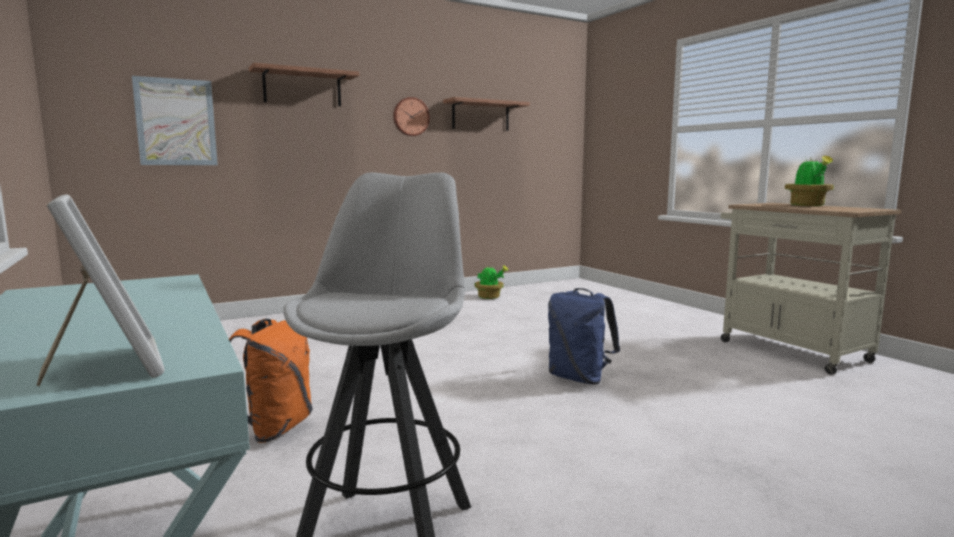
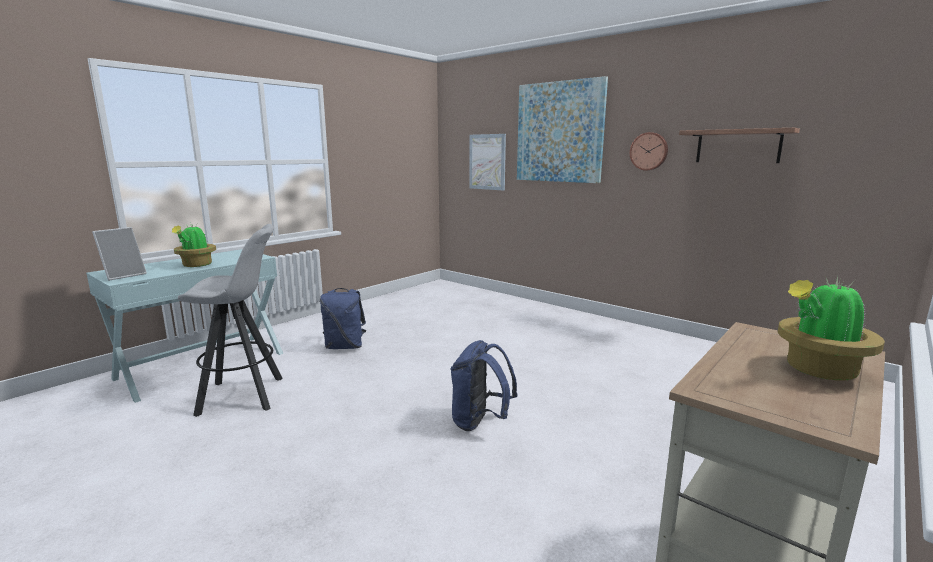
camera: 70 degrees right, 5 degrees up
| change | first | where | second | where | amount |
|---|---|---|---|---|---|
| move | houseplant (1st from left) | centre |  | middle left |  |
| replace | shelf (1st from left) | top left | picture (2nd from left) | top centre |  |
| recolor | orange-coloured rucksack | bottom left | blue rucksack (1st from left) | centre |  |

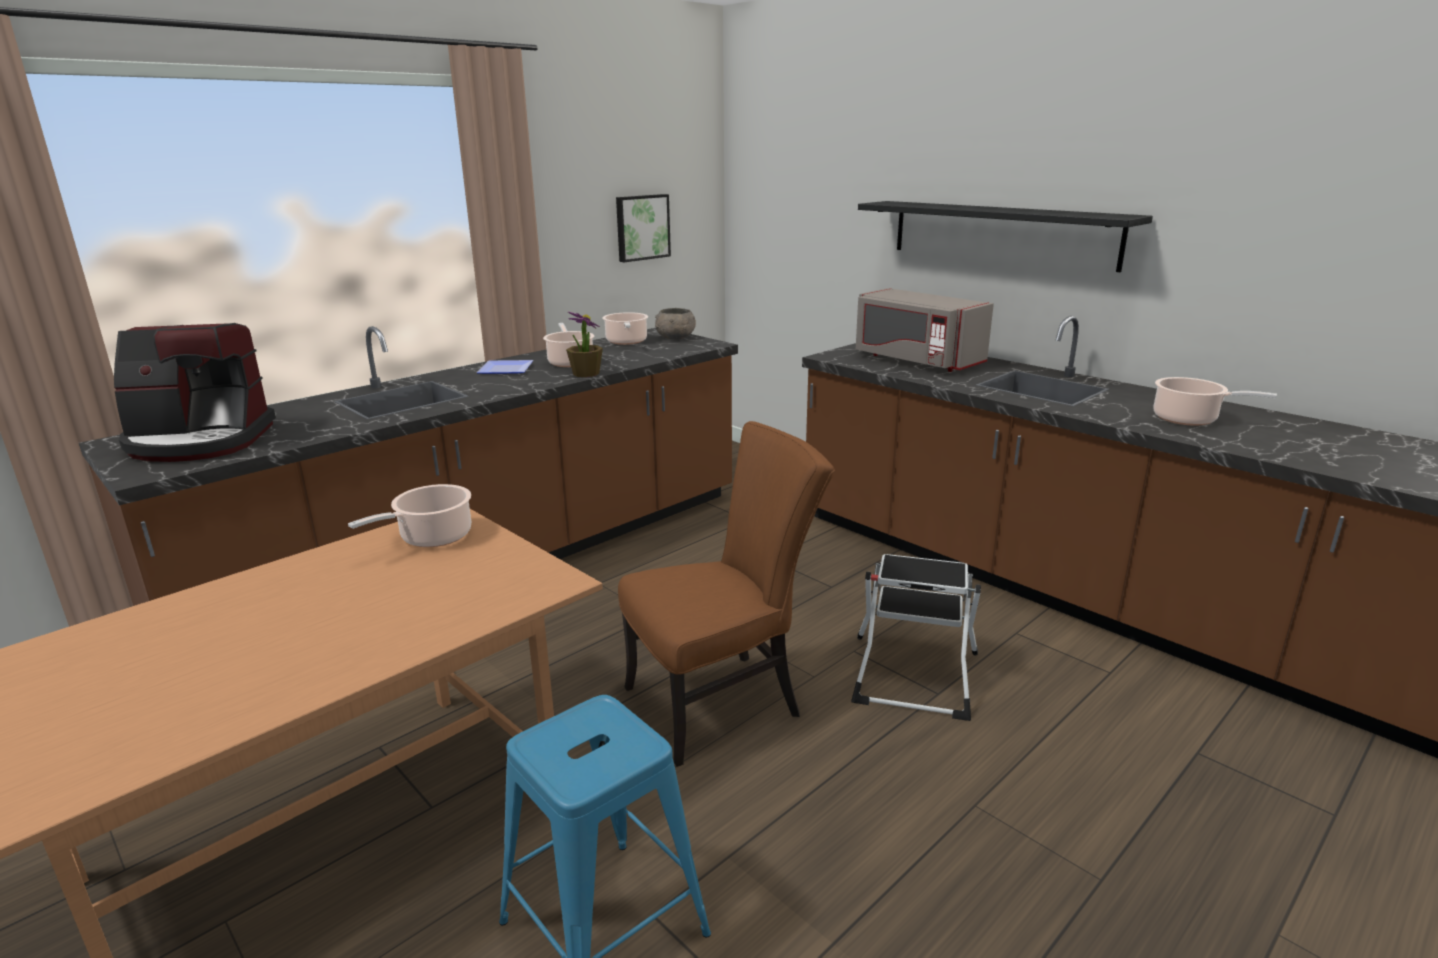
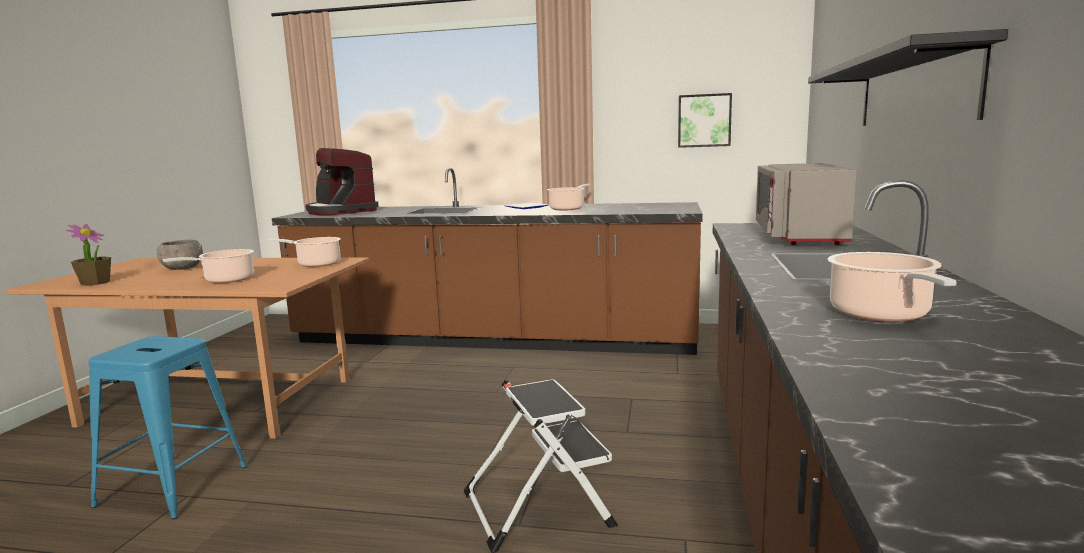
camera: 55 degrees right, 10 degrees down
| change | first | where | second | where | amount |
|---|---|---|---|---|---|
| delete | brownish plain chair | centre |  |  |  |
| move | houseplant | centre |  | middle left |  |
| move | cooking pot (3rd from left in the first image) | centre | cooking pot (1st from left) | middle left |  |
| move | grey serving bowl | centre |  | middle left |  |

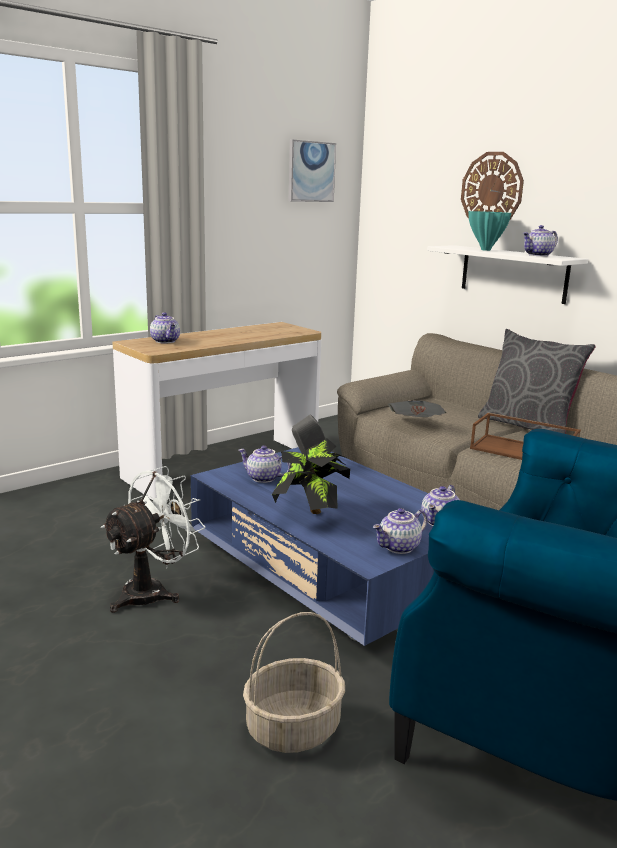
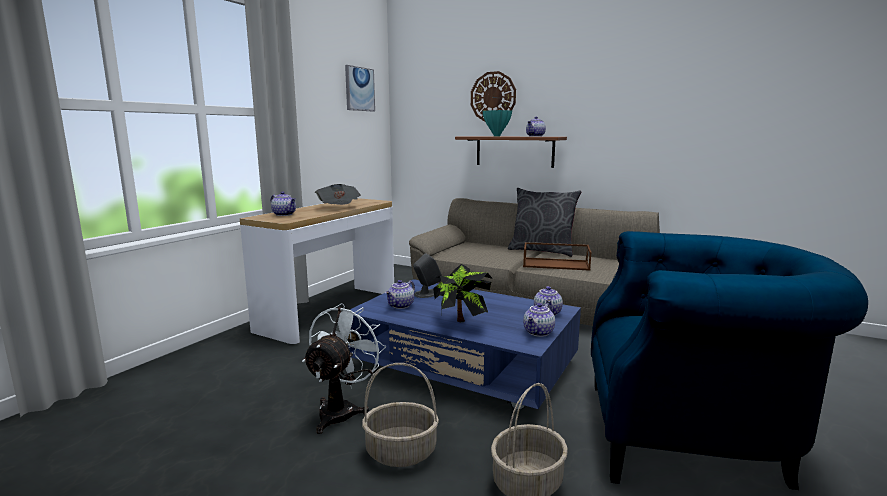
camera: 20 degrees left, 5 degrees down
| change | first | where | second | where | amount |
|---|---|---|---|---|---|
| insert |  |  | basket (1st from left) | bottom centre |  |
| move | newspaper | middle right |  | centre |  |
| recolor | white-coloured shelf | top right | brownish shelf | top centre |  |
| rotate | tea pot (2nd from left) | centre |  | centre | 60 degrees counterclockwise |

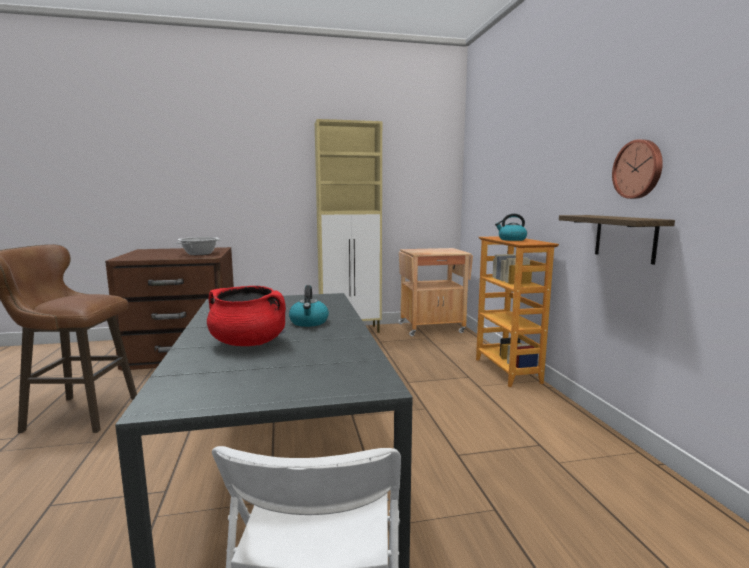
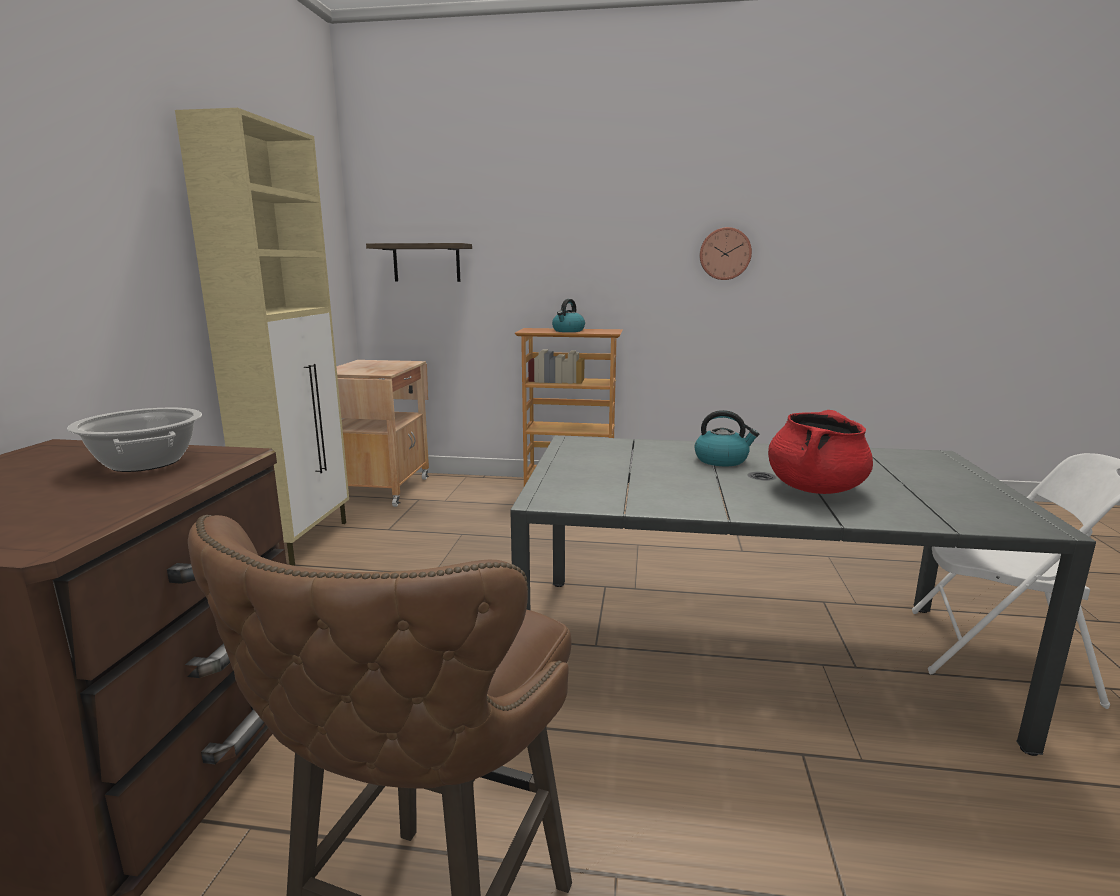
camera: 70 degrees left, 5 degrees up
| change | first | where | second | where | amount |
|---|---|---|---|---|---|
| move | shelf | middle right |  | top centre |  |

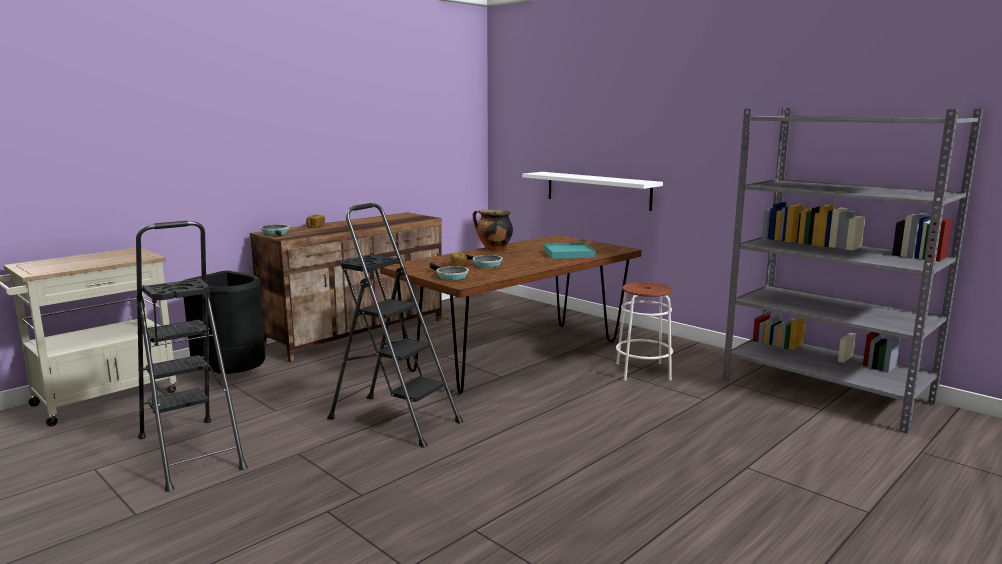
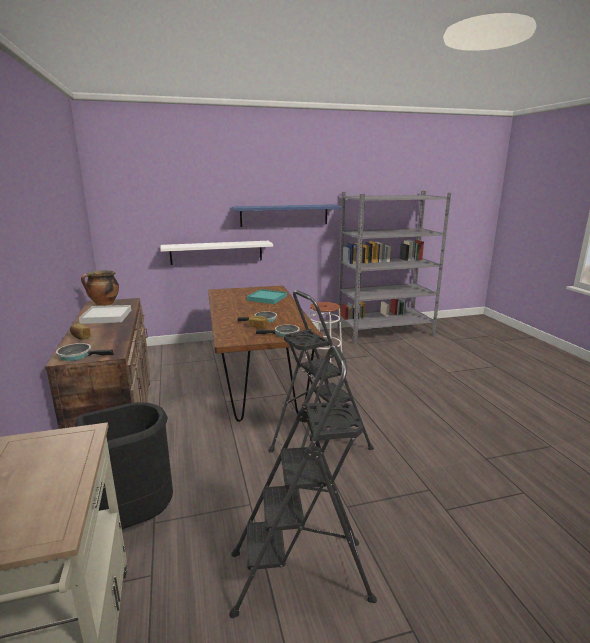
camera: 60 degrees left, 5 degrees up
| change | first | where | second | where | amount |
|---|---|---|---|---|---|
| insert |  |  | white-coloured serving tray | middle left |  |
| insert |  |  | blue shelf | centre |  |
| move | cooking pot | centre |  | middle left |  |

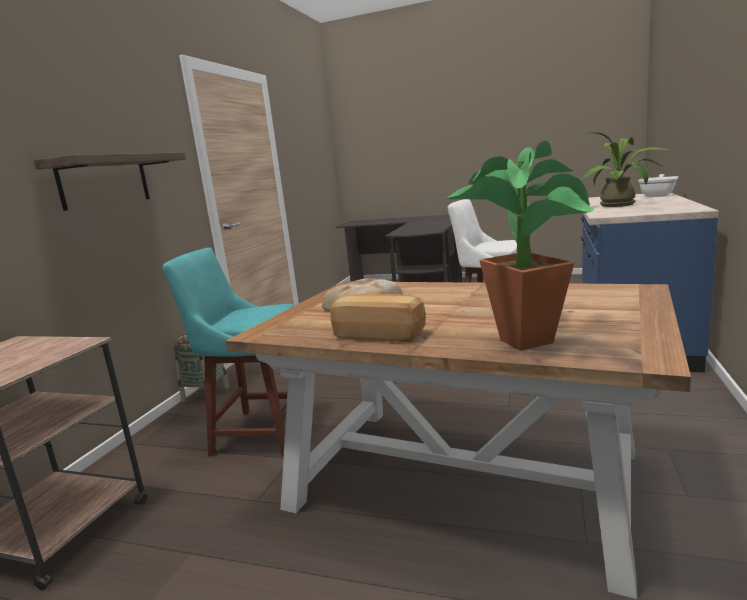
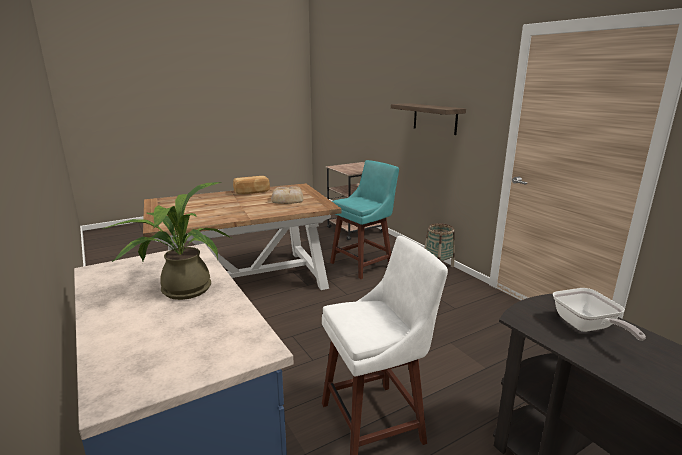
camera: 130 degrees right, 5 degrees up
| change | first | where | second | where | amount |
|---|---|---|---|---|---|
| delete | houseplant (1st from left) | middle right |  |  |  |
| move | frying pan | top right |  | bottom right |  |

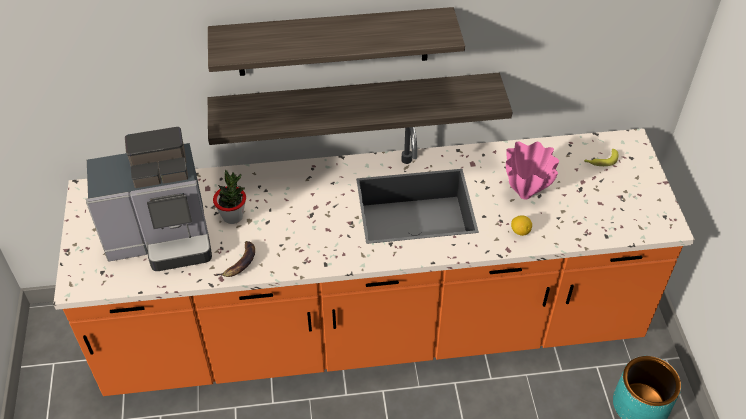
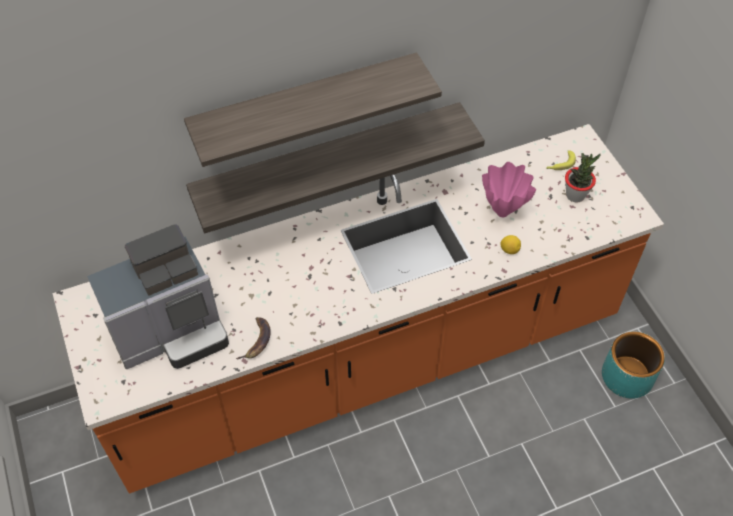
camera: 15 degrees left, 5 degrees up
| change | first | where | second | where | amount |
|---|---|---|---|---|---|
| move | houseplant | middle left |  | middle right |  |

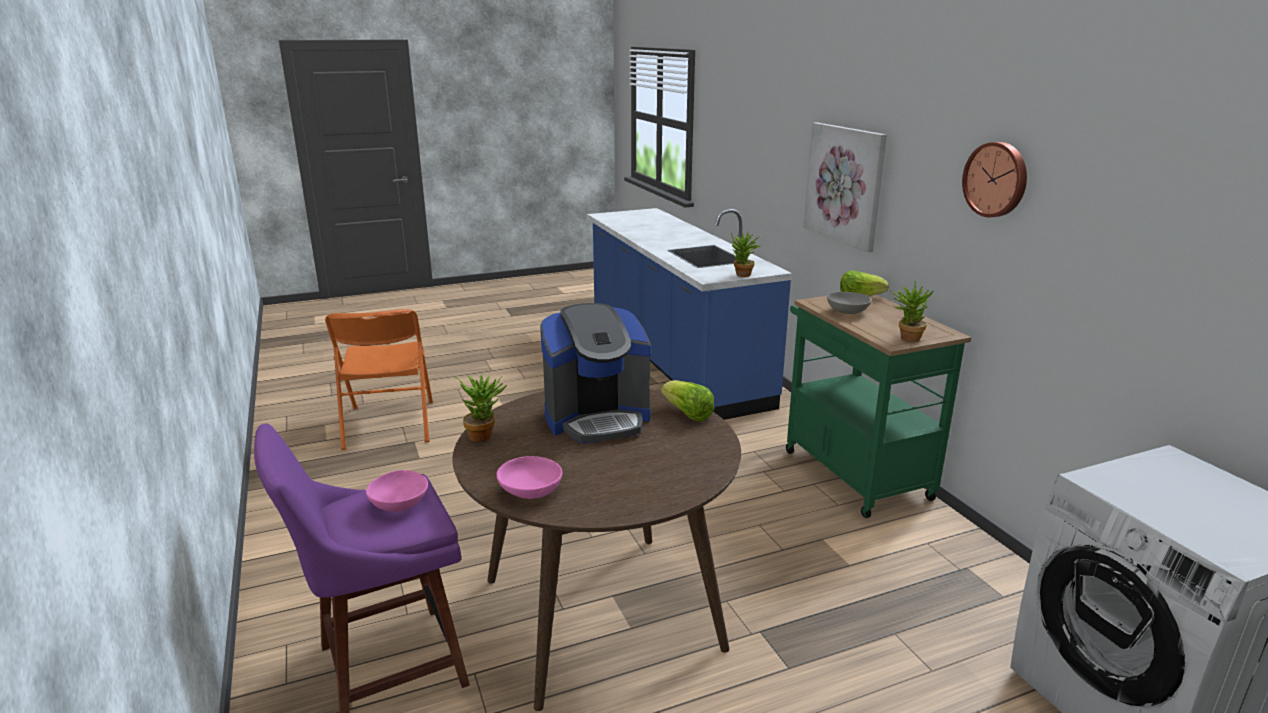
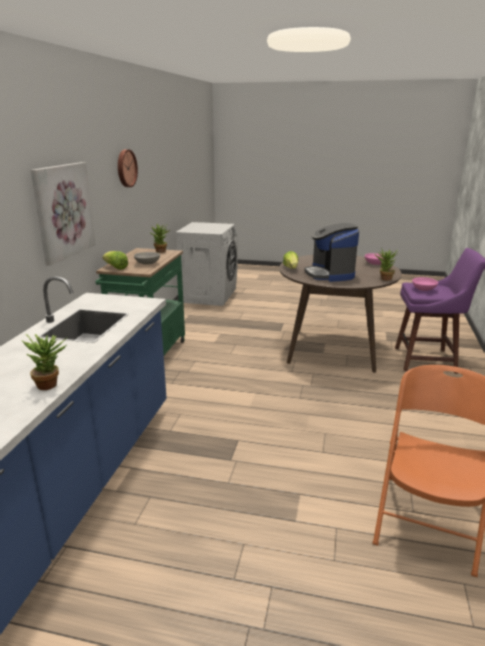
camera: 145 degrees left, 0 degrees up
| change | first | where | second | where | amount |
|---|---|---|---|---|---|
| move | houseplant (2nd from left in the first image) | centre | houseplant (1st from left) | middle left |  |
| rotate | coffee brewer | centre |  | middle right | 120 degrees counterclockwise |

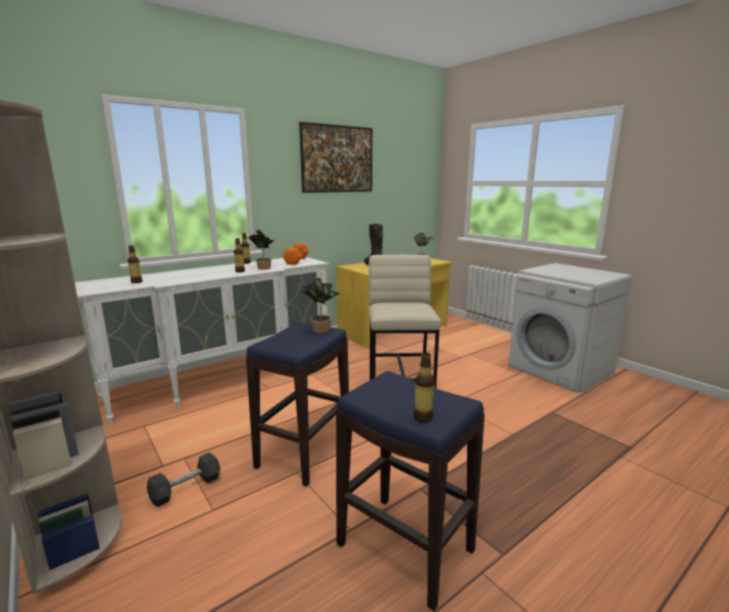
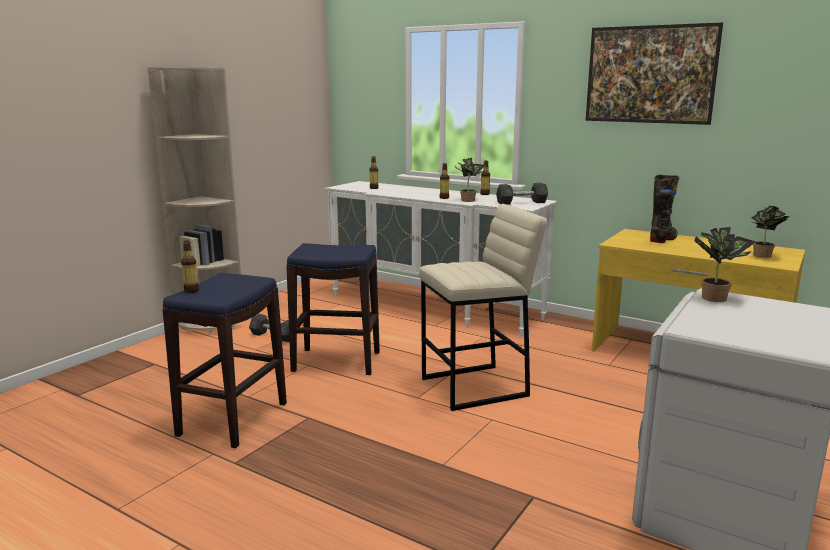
camera: 70 degrees right, 0 degrees up
| change | first | where | second | where | amount |
|---|---|---|---|---|---|
| move | houseplant (2nd from left) | centre |  | middle right |  |
| recolor | orange-coloured dumbbell | centre | grey dumbbell (2nd from left) | centre |  |

